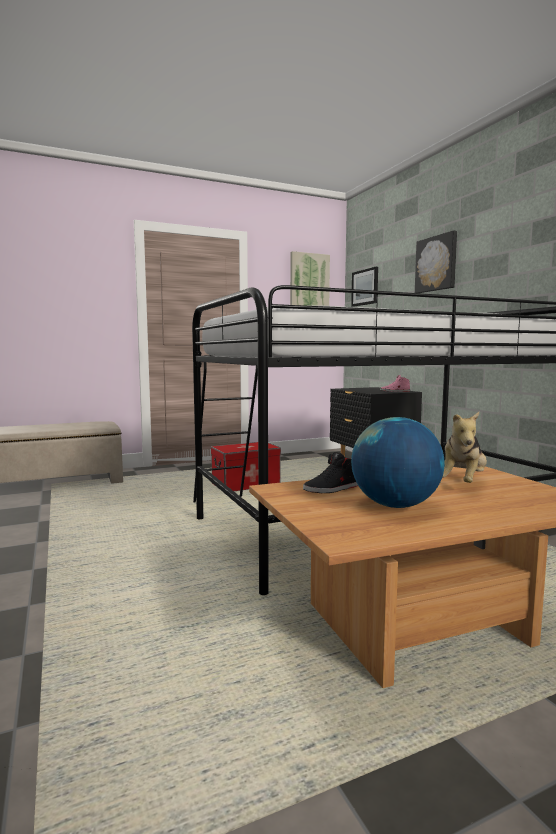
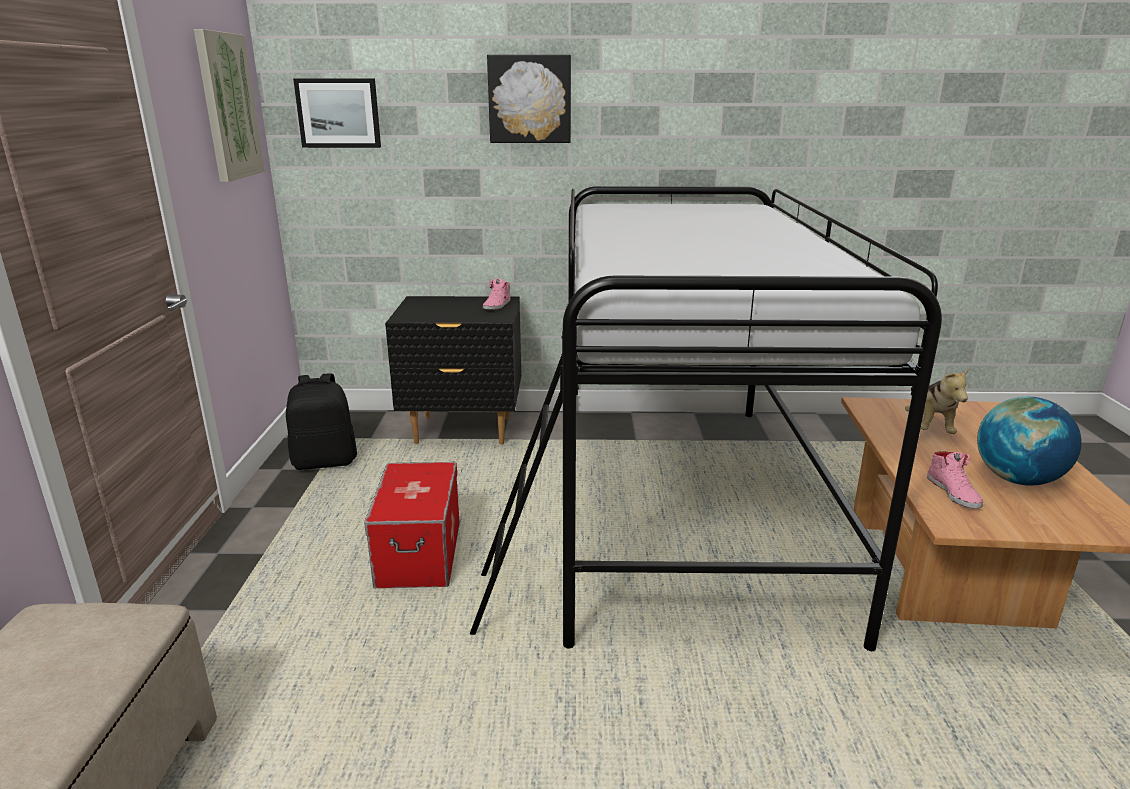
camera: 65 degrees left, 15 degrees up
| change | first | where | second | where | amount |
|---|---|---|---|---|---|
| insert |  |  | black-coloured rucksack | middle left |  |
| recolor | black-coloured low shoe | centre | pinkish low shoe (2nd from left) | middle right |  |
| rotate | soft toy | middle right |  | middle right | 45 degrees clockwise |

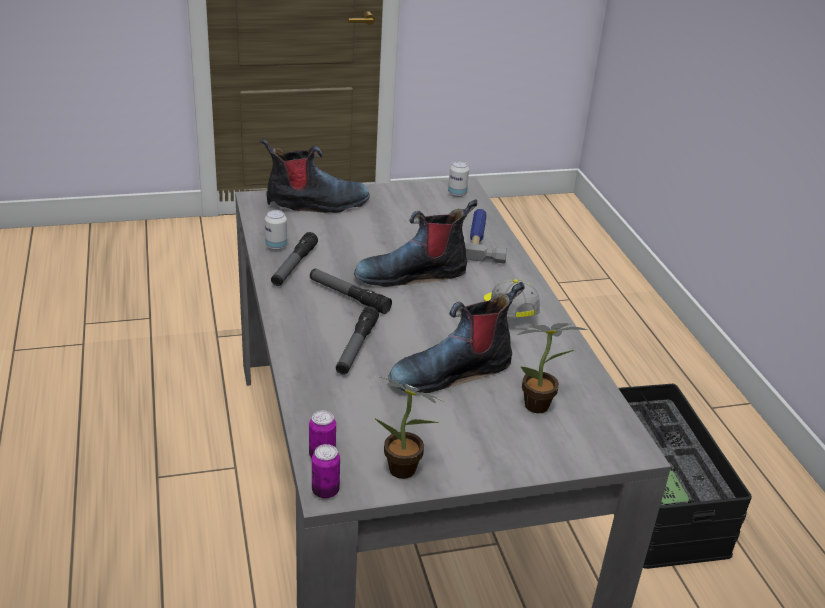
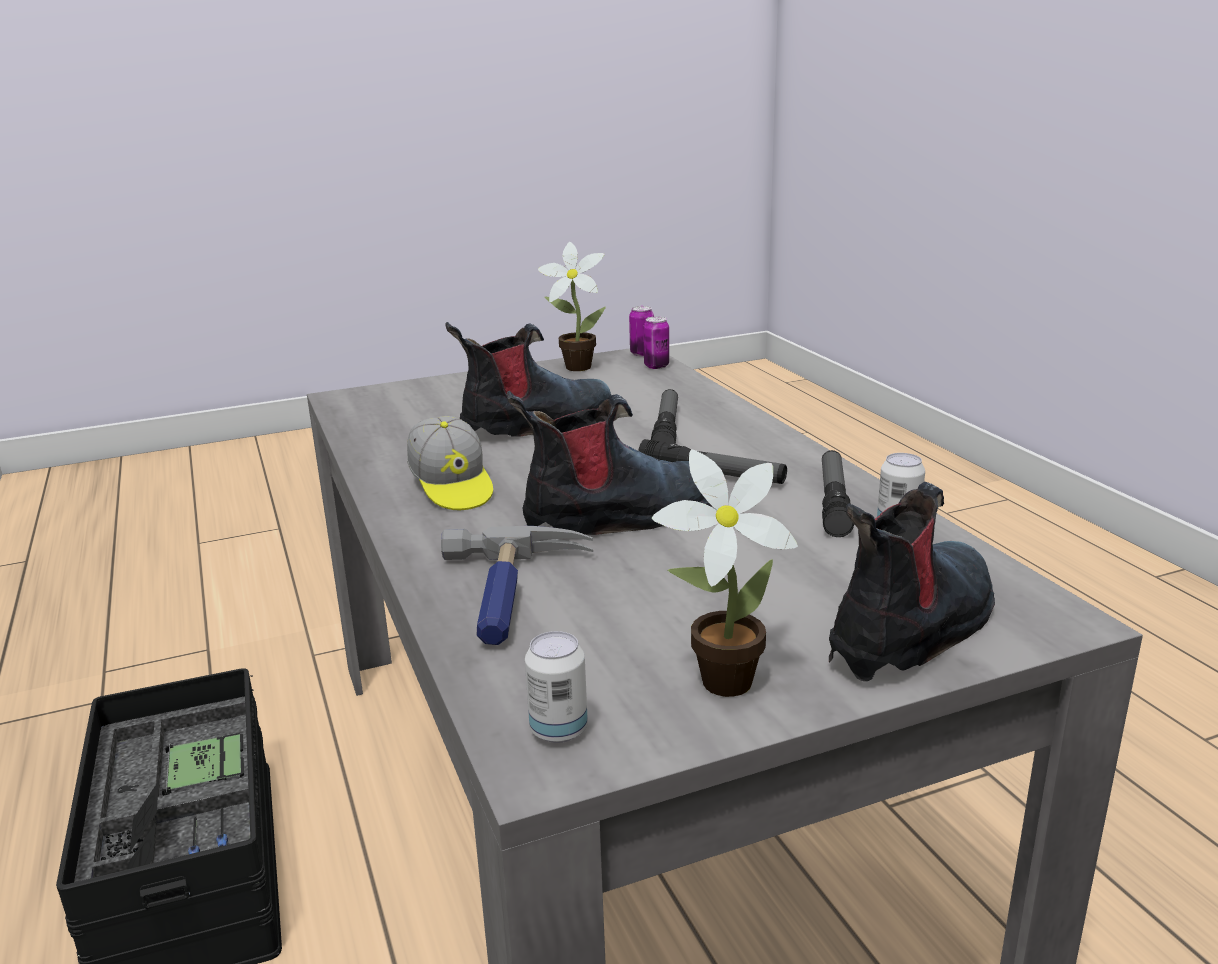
camera: 175 degrees right, 10 degrees down
| change | first | where | second | where | amount |
|---|---|---|---|---|---|
| move | houseplant (2nd from left) | middle right |  | centre |  |
| rotate | tall boot (1st from left in the first image) | top centre | tall boot (3rd from left) | middle right | 150 degrees clockwise |

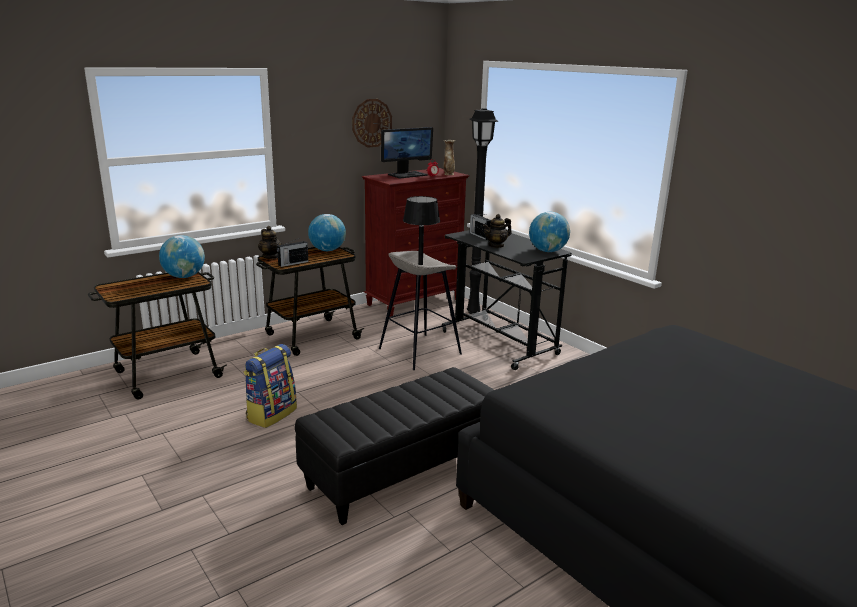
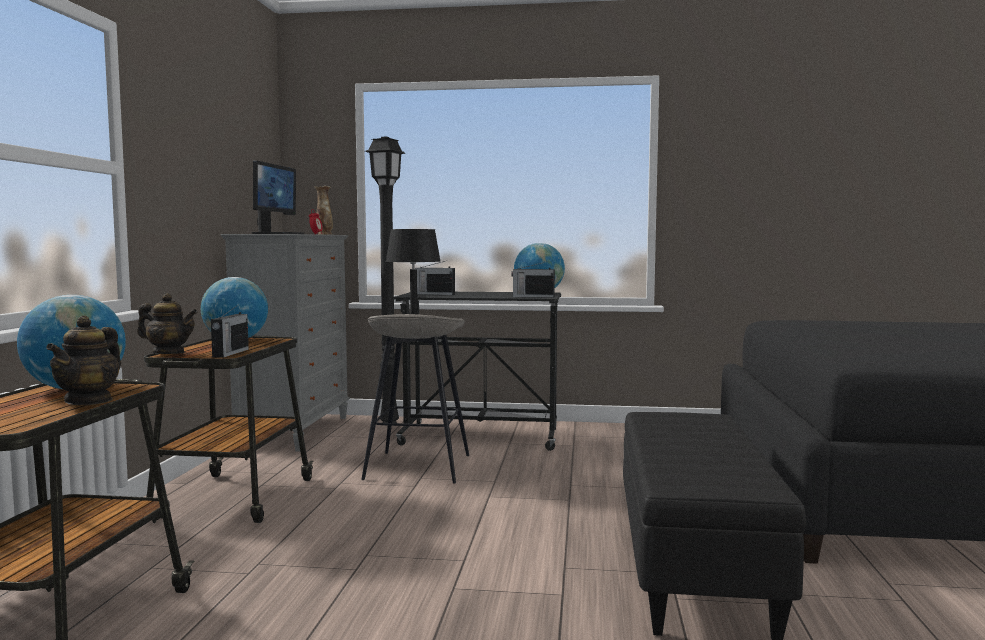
camera: 45 degrees left, 15 degrees down
| change | first | where | second | where | amount |
|---|---|---|---|---|---|
| delete | rucksack | middle left |  |  |  |
| delete | hanging clock | top centre |  |  |  |
| insert |  |  | radio receiver (3rd from left) | centre |  |
| move | tea pot (2nd from left in the first image) | centre | tea pot (1st from left) | middle left |  |
| recolor | red chest of drawers | centre | grey chest of drawers | middle left |  |

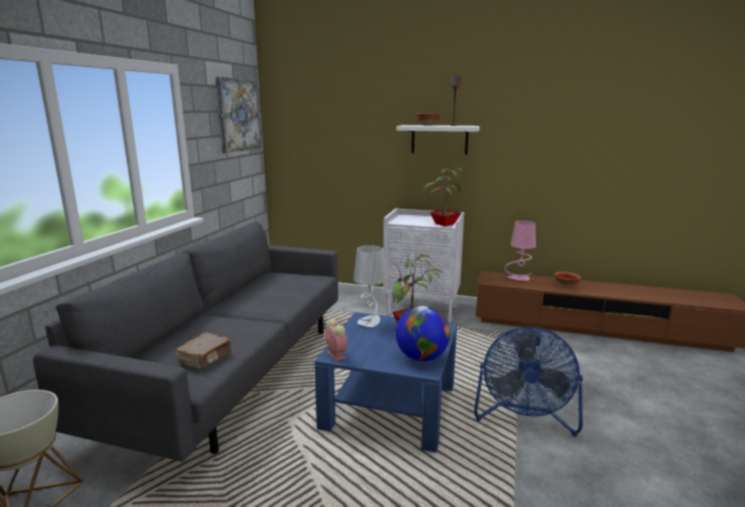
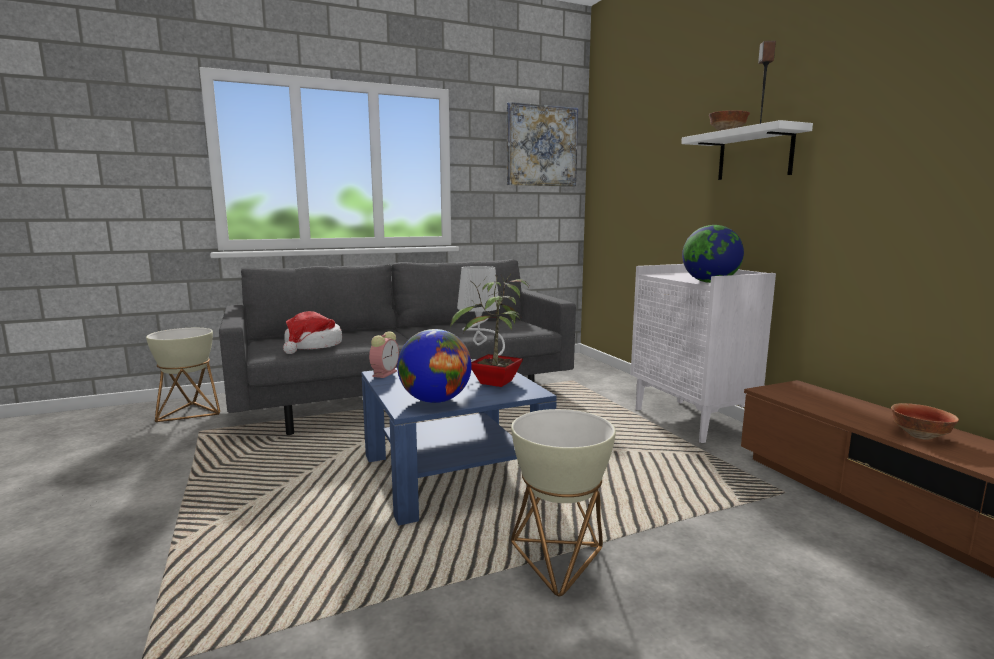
camera: 50 degrees right, 5 degrees down
| change | first | where | second | where | amount |
|---|---|---|---|---|---|
| delete | pinkish lamp for a table | middle right |  |  |  |
| replace | brownish book | bottom left | clothing hat | middle left |  |
| replace | houseplant (2nd from left) | centre | world globe (2nd from left) | middle right |  |
| replace | blue fan | bottom right | plant pot (2nd from left) | bottom centre |  |

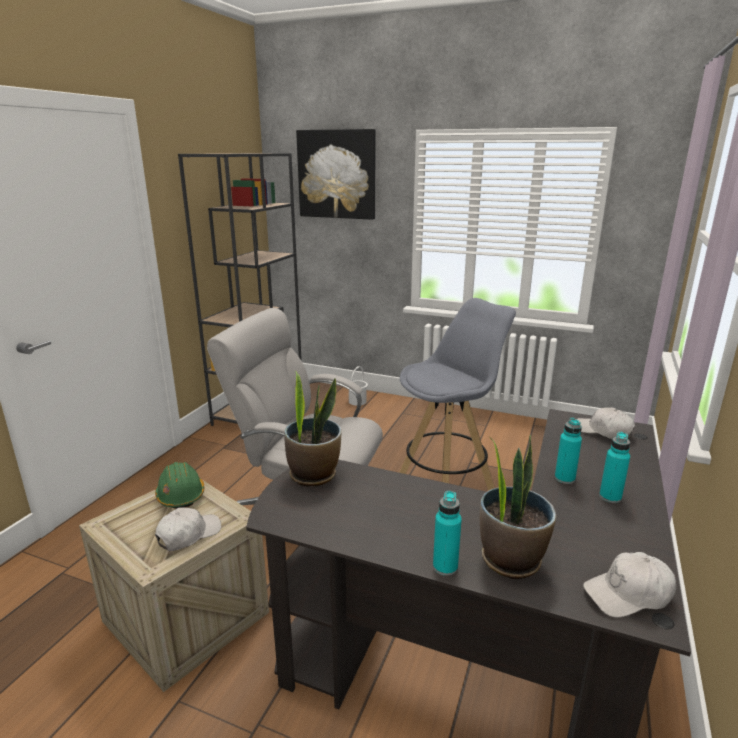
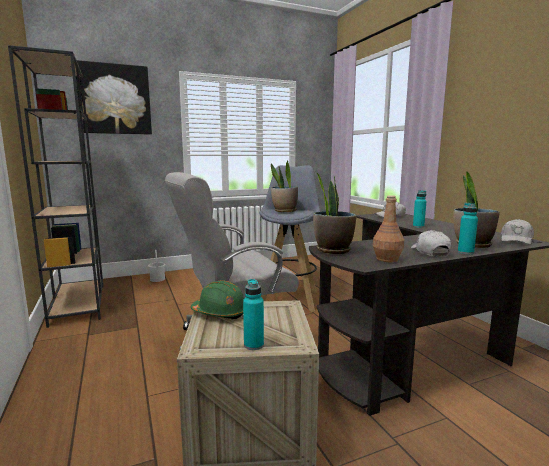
camera: 45 degrees left, 10 degrees down
| change | first | where | second | where | amount |
|---|---|---|---|---|---|
| insert |  |  | houseplant (1st from left) | centre |  |
| insert |  |  | brownish bottle | middle right |  |
| move | white-coloured peaked cap (1st from left in the first image) | bottom left | white-coloured peaked cap (2nd from left) | middle right |  |
| move | turquoise bottle (3rd from left in the first image) | middle right | turquoise bottle (1st from left) | bottom centre |  |

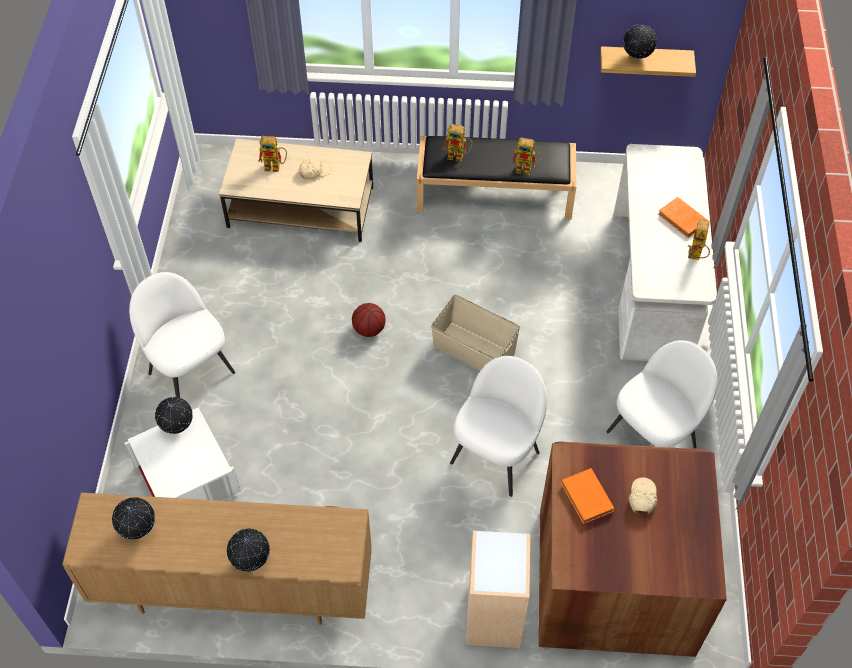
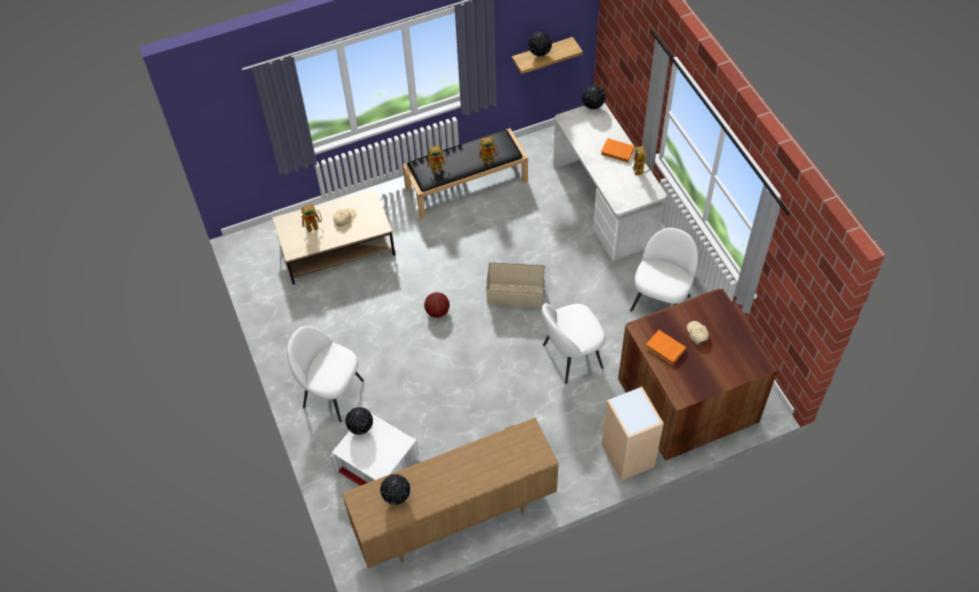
camera: 25 degrees left, 0 degrees up
| change | first | where | second | where | amount |
|---|---|---|---|---|---|
| move | world globe (3rd from left in the first image) | bottom left | world globe (4th from left) | top centre |  |
| rotate | white-coloured plain chair (2nd from left) | centre |  | centre | 120 degrees counterclockwise |

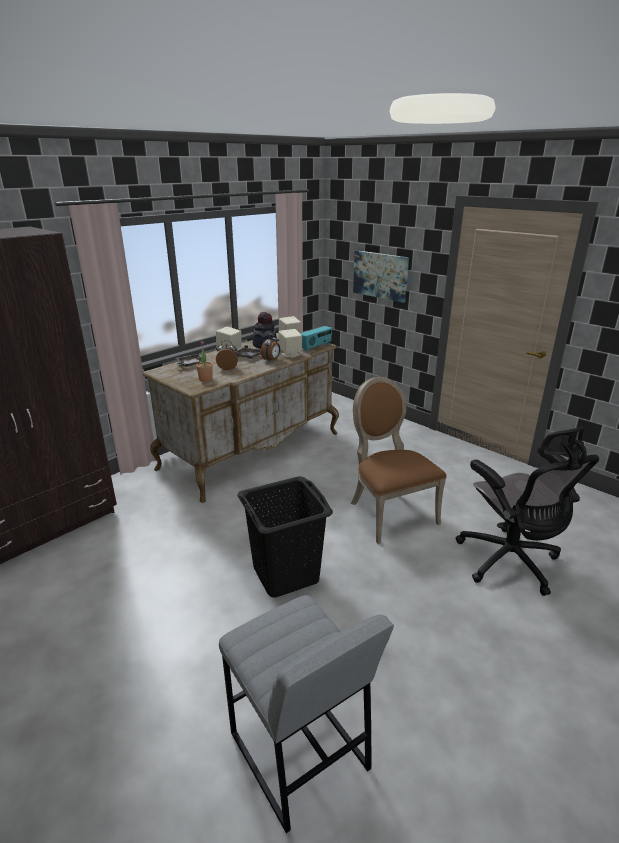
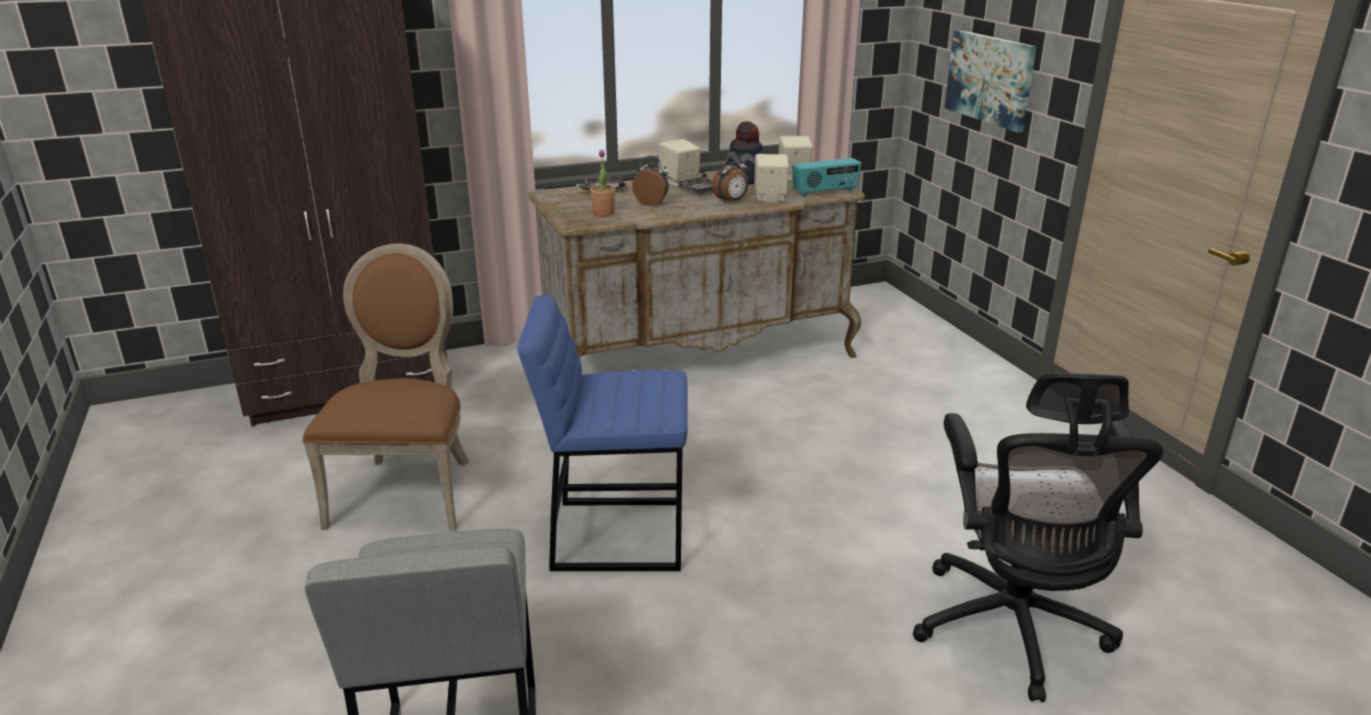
camera: 25 degrees right, 0 degrees up
| change | first | where | second | where | amount |
|---|---|---|---|---|---|
| move | brownish plain chair | centre |  | middle left |  |
| replace | black-coloured laundry basket | centre | blue plain chair | centre |  |

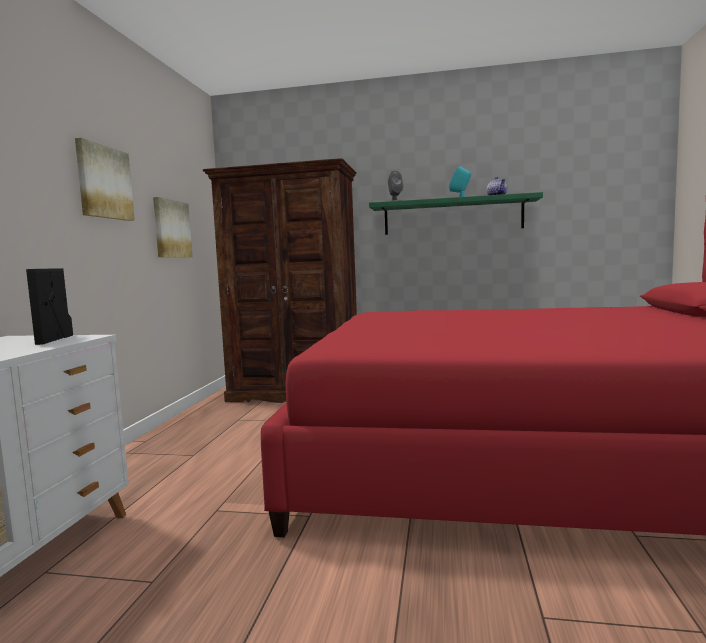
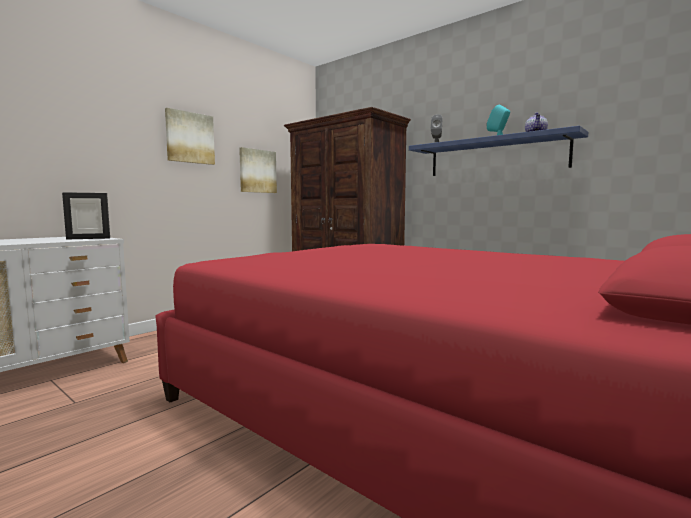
camera: 30 degrees right, 0 degrees up
| change | first | where | second | where | amount |
|---|---|---|---|---|---|
| recolor | green-coloured shelf | top centre | blue shelf | top right |  |
| rotate | photo frame | middle left |  | middle left | 135 degrees counterclockwise |

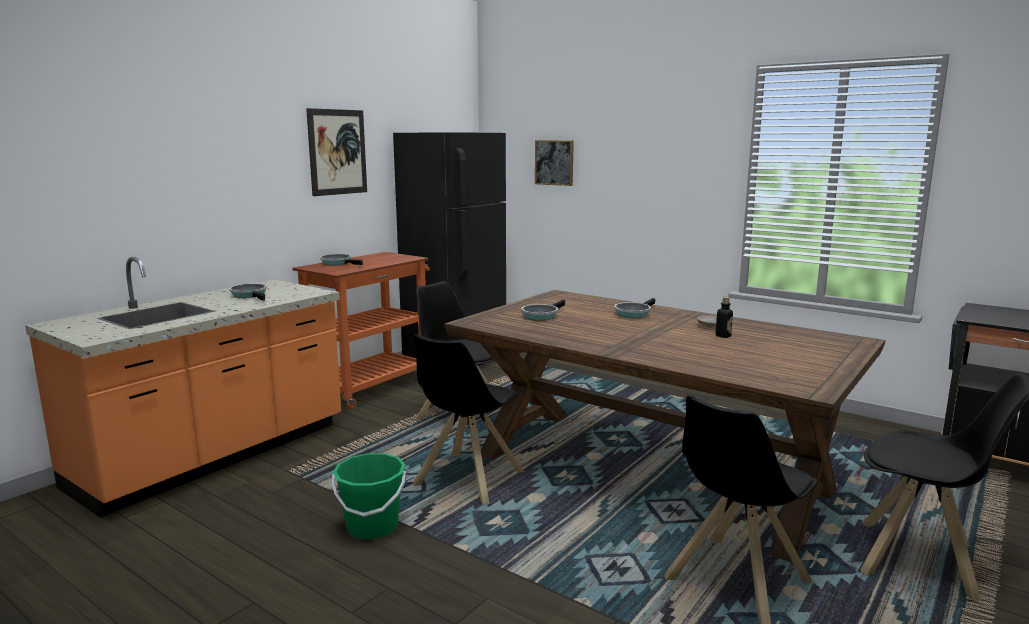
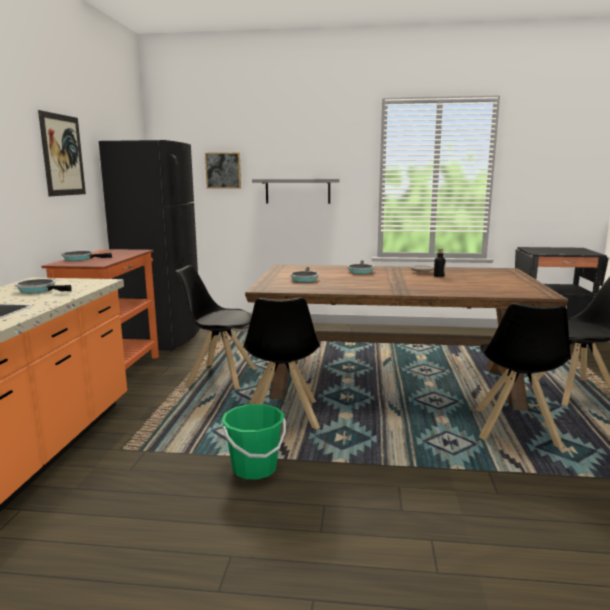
camera: 30 degrees left, 0 degrees up
| change | first | where | second | where | amount |
|---|---|---|---|---|---|
| insert |  |  | grey shelf | top centre |  |

